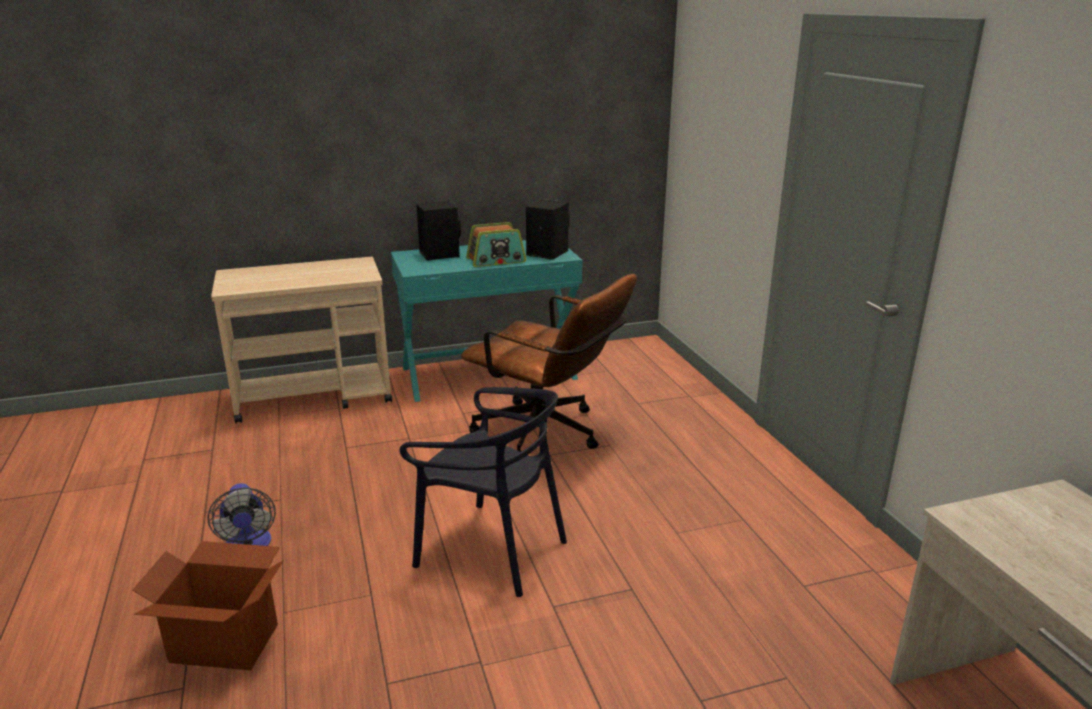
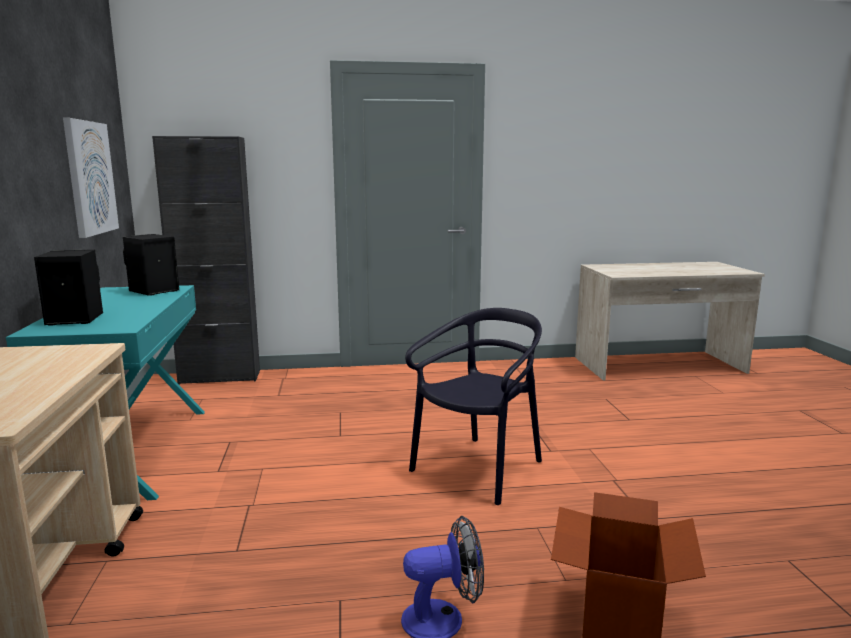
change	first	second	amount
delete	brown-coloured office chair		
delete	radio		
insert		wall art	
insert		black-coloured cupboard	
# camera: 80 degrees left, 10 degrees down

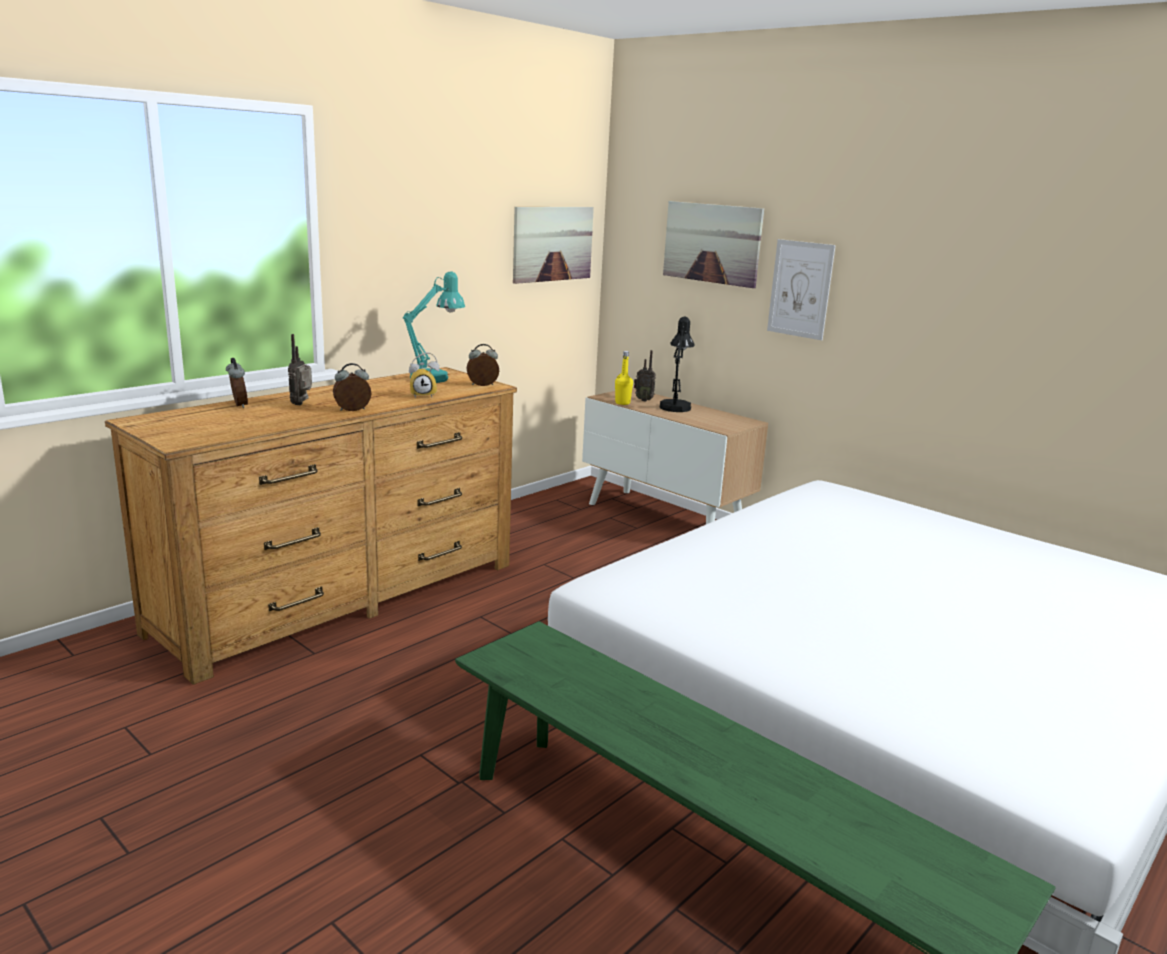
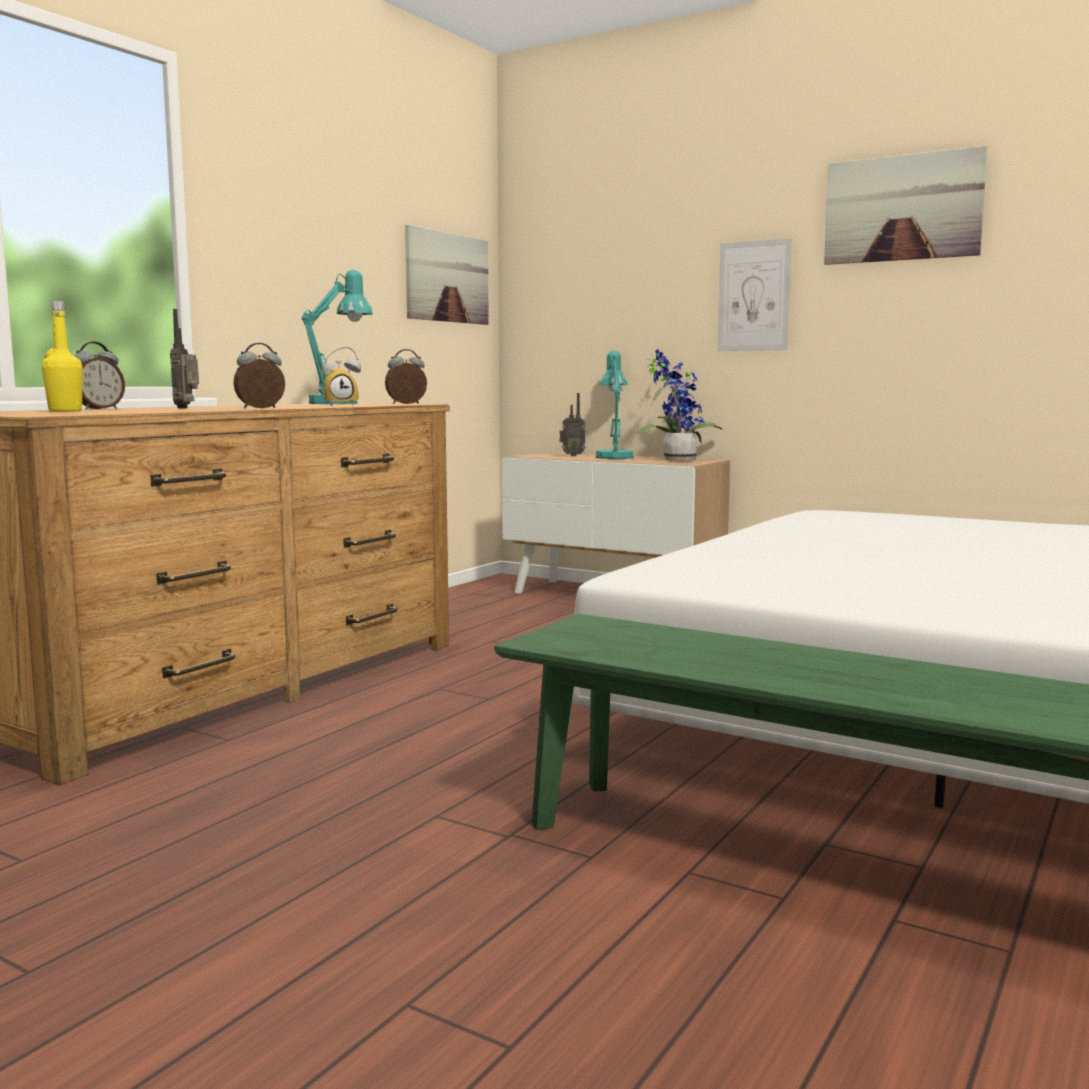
change	first	second	amount
insert		potted plant	
move	yellow-coloured drink bottle		
move	wall art (2nd from left in the first image)	wall art (3rd from left)	
recolor	black-coloured lamp for a table	turquoise-coloured lamp for a table (2nd from left)	
rotate	table clock (1st from left)		75 degrees clockwise
# camera: 10 degrees left, 10 degrees down

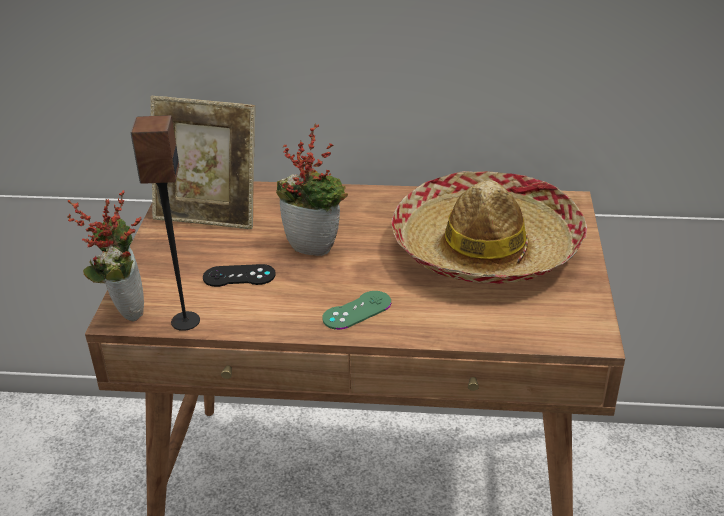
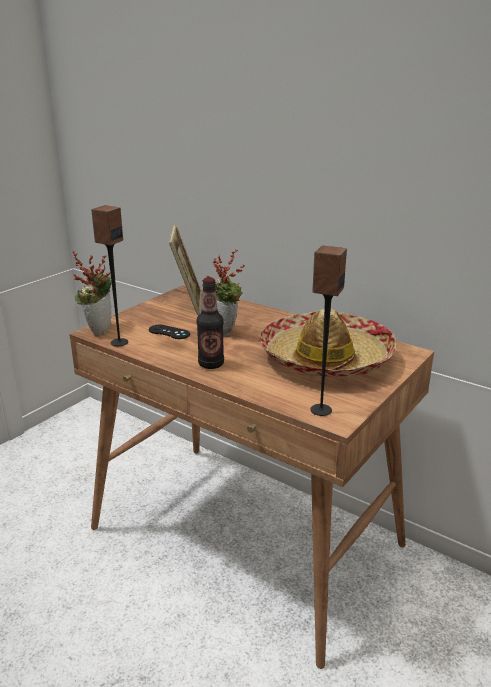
change	first	second	amount
insert		audio speaker (2nd from left)	
replace	green game controller	drink bottle	
rotate	picture frame		135 degrees counterclockwise
# camera: 30 degrees right, 10 degrees down

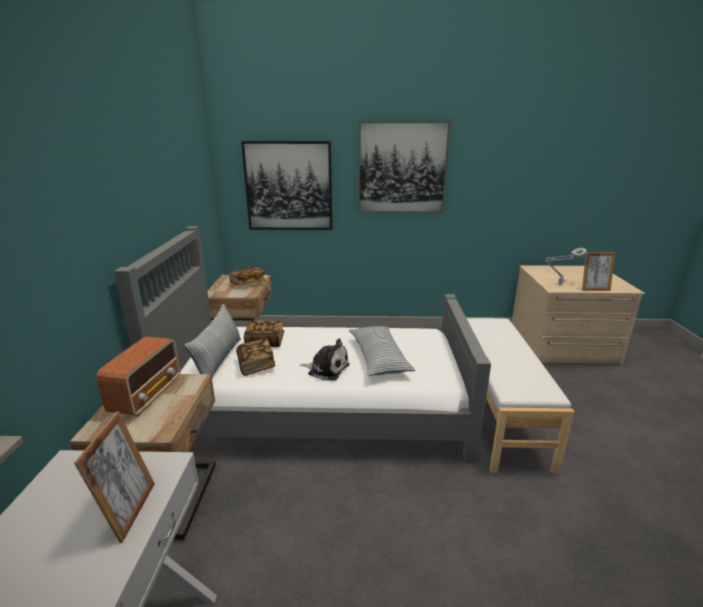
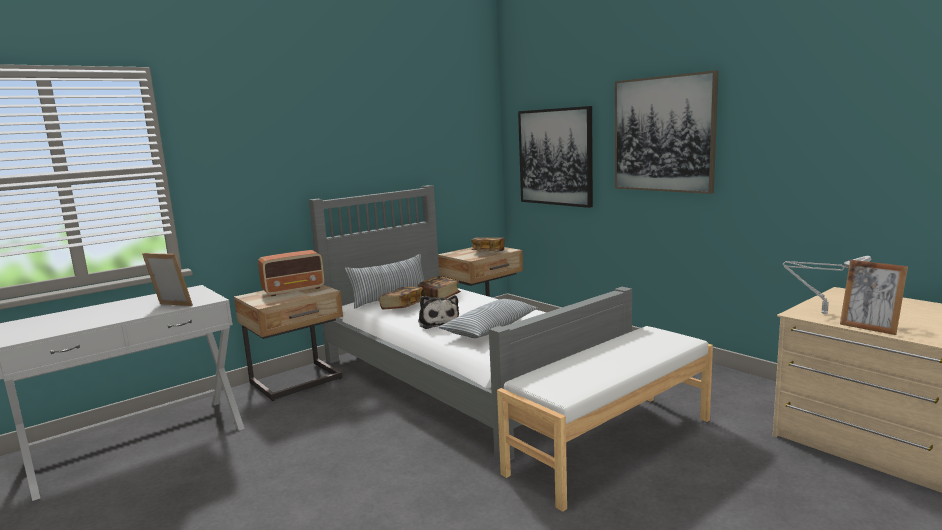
change	first	second	amount
rotate	picture frame (1st from left)		120 degrees counterclockwise
# camera: 50 degrees right, 10 degrees down

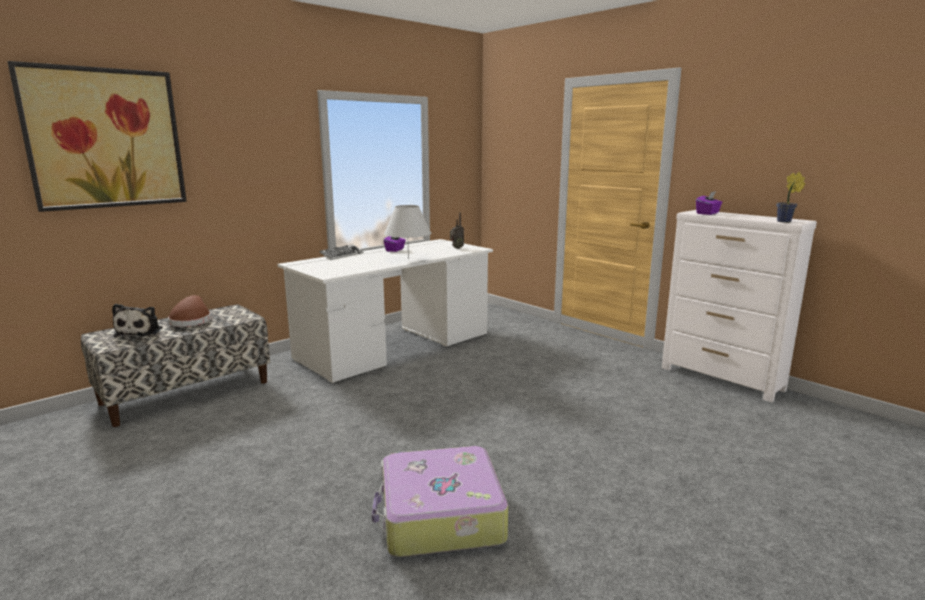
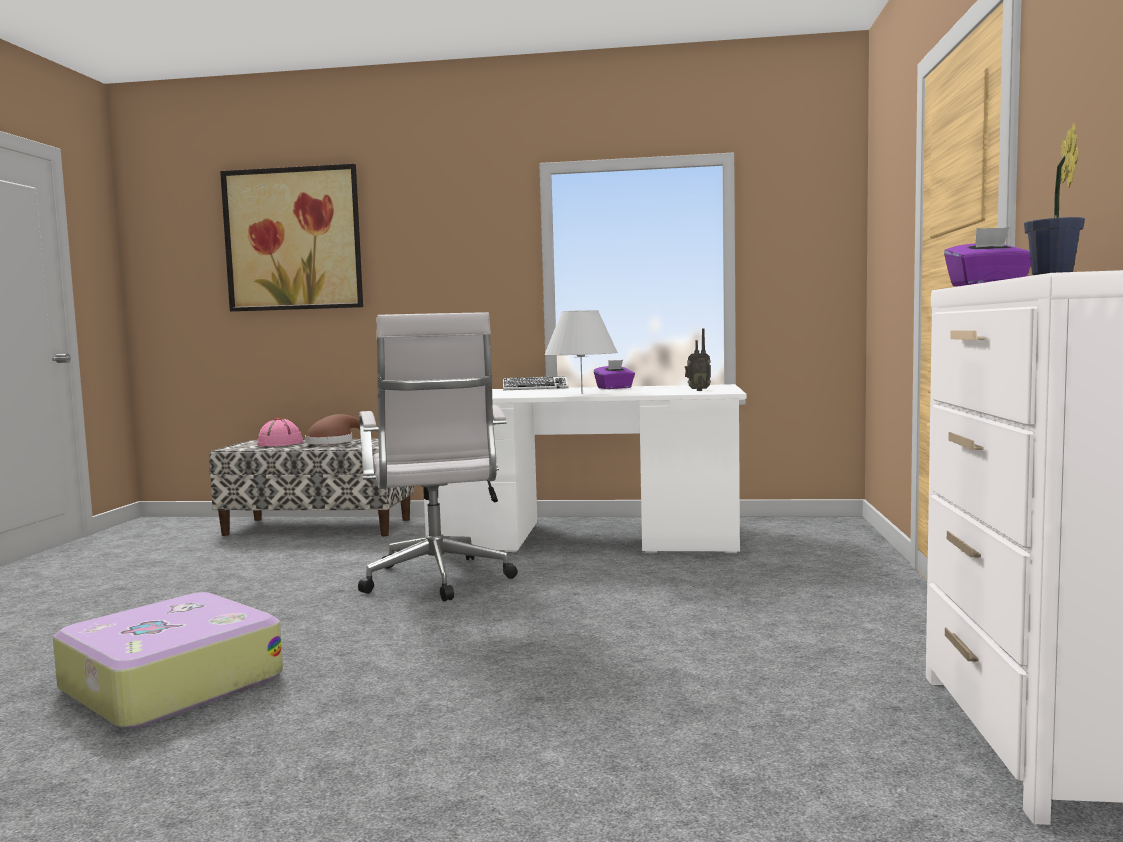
change	first	second	amount
insert		whitish office chair	
replace	soft toy	pinkish clothing hat	
# camera: 50 degrees right, 10 degrees down

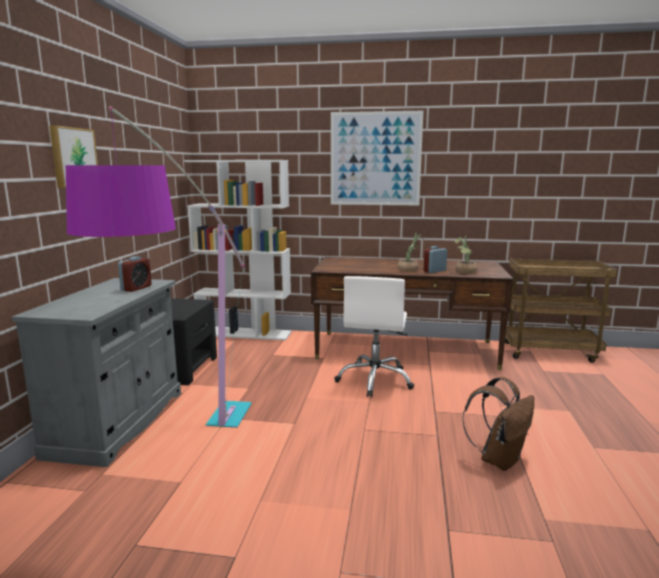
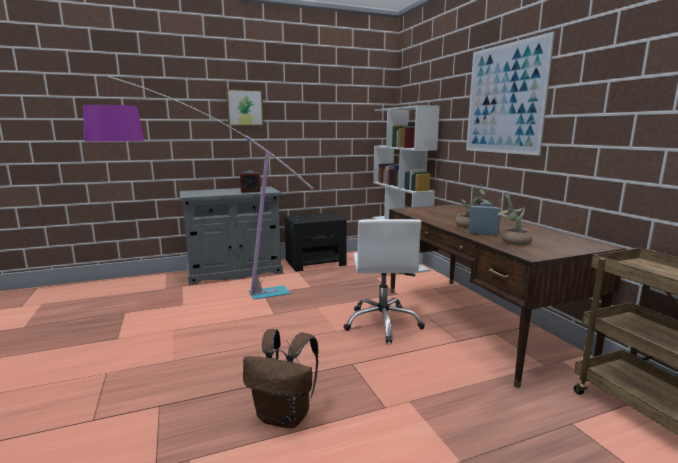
change	first	second	amount
rotate	whitish office chair		75 degrees counterclockwise
# camera: 60 degrees right, 0 degrees up

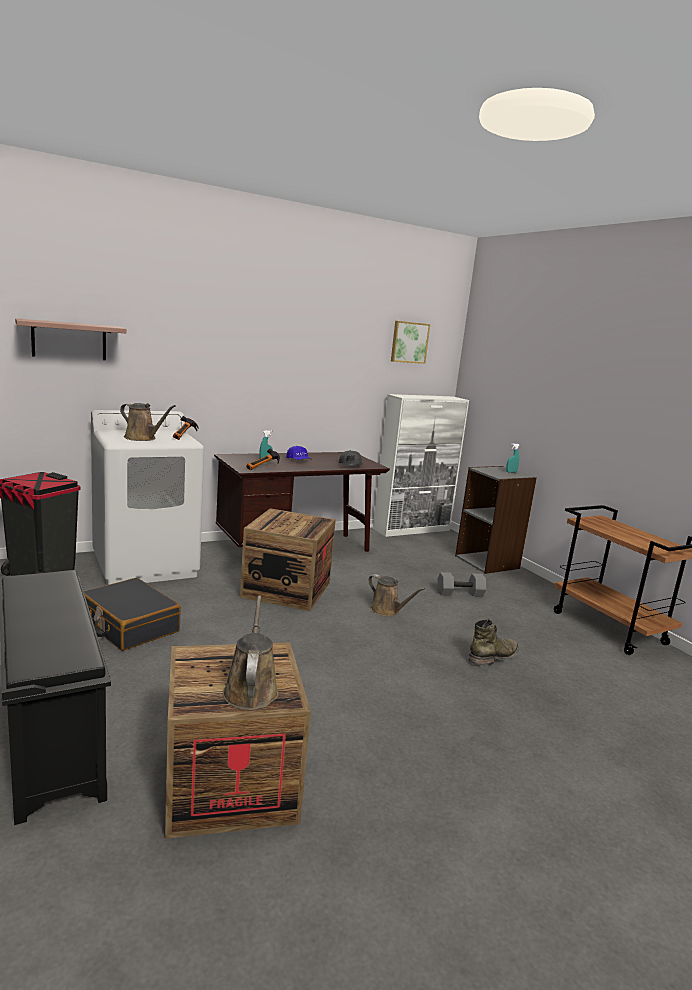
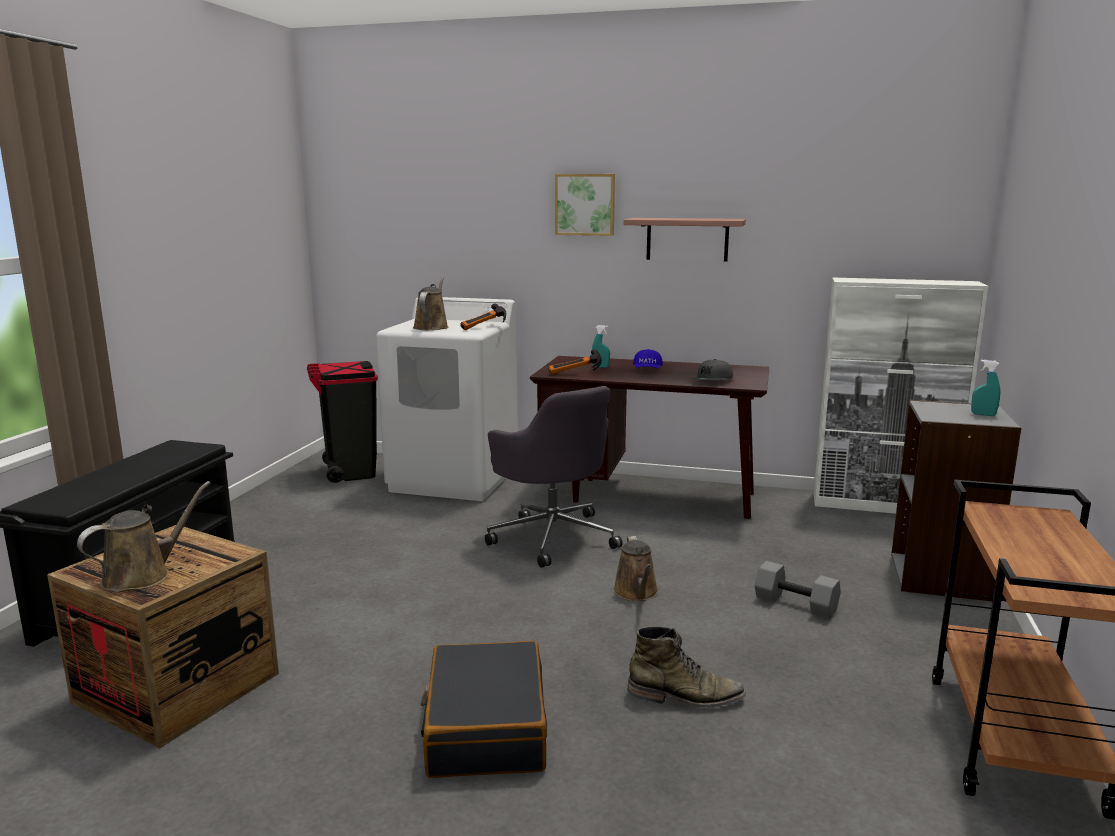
change	first	second	amount
move	shelf		
move	black-coloured travel case		
move	wall art		
replace	packing crate (2nd from left)	gray office chair	
rotate	brown-coloured watering pot (1st from left in the first image)	brown-coloured watering pot (2nd from left)	150 degrees counterclockwise
# camera: 45 degrees right, 0 degrees up

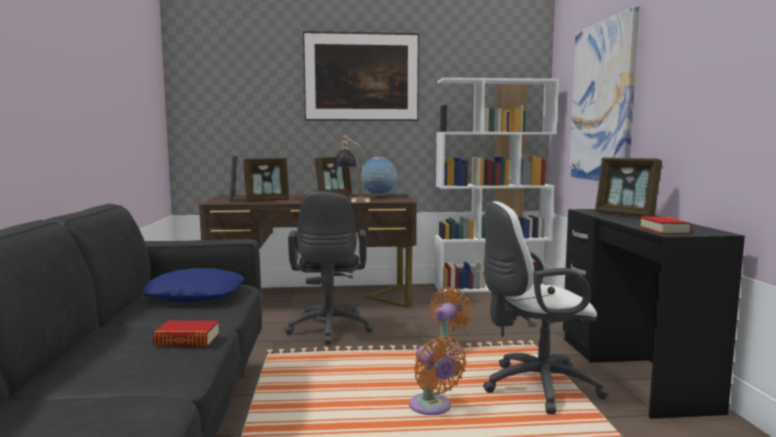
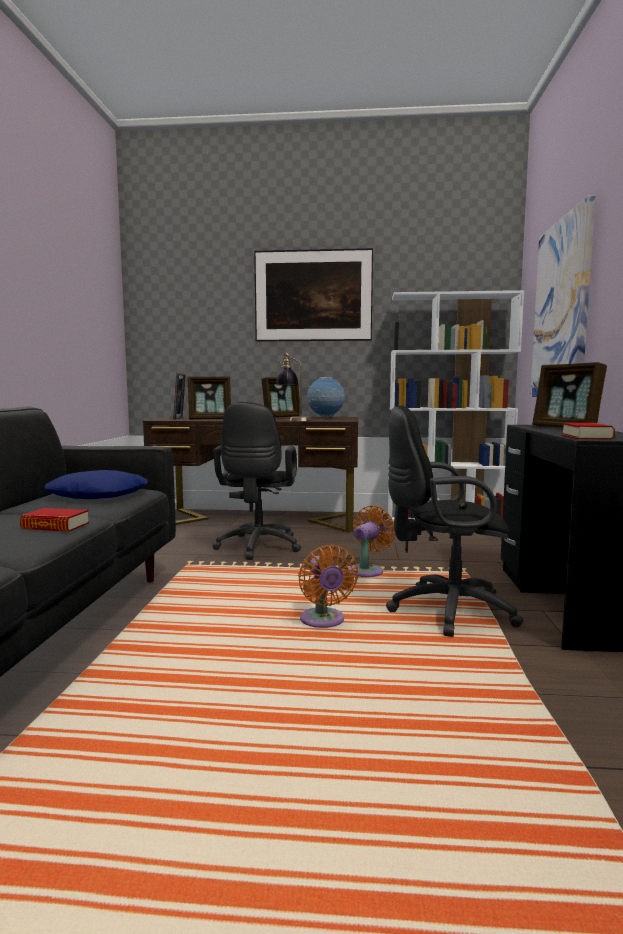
change	first	second	amount
recolor	whitish office chair	black-coloured office chair (2nd from left)	
# camera: 10 degrees right, 0 degrees up

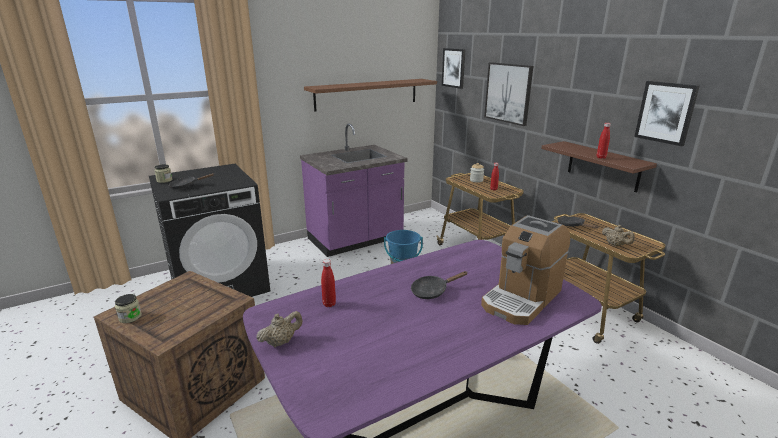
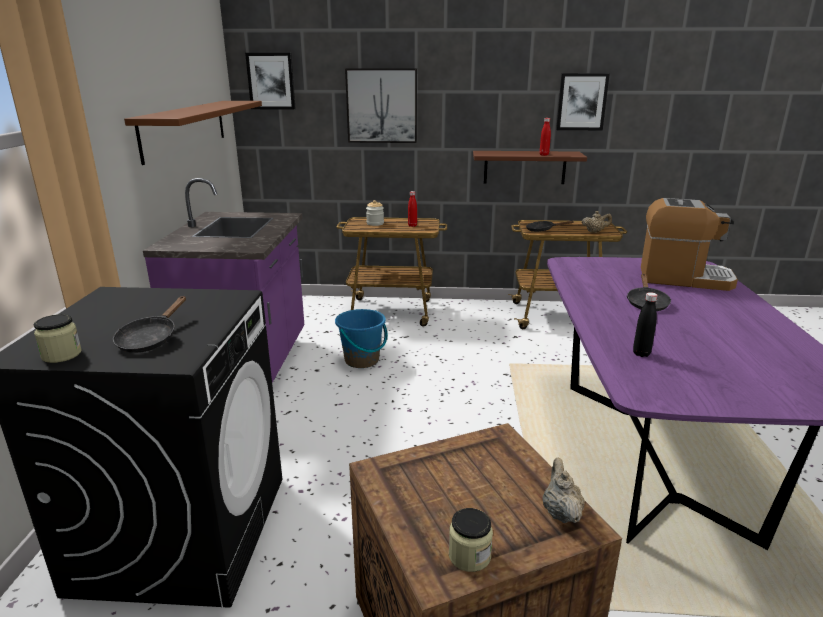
change	first	second	amount
move	sand-coloured tea pot (1st from left)		
recolor	red-coloured drink bottle (1st from left)	black-coloured drink bottle	
rotate	coffee machine		60 degrees counterclockwise
# camera: 55 degrees left, 0 degrees up

